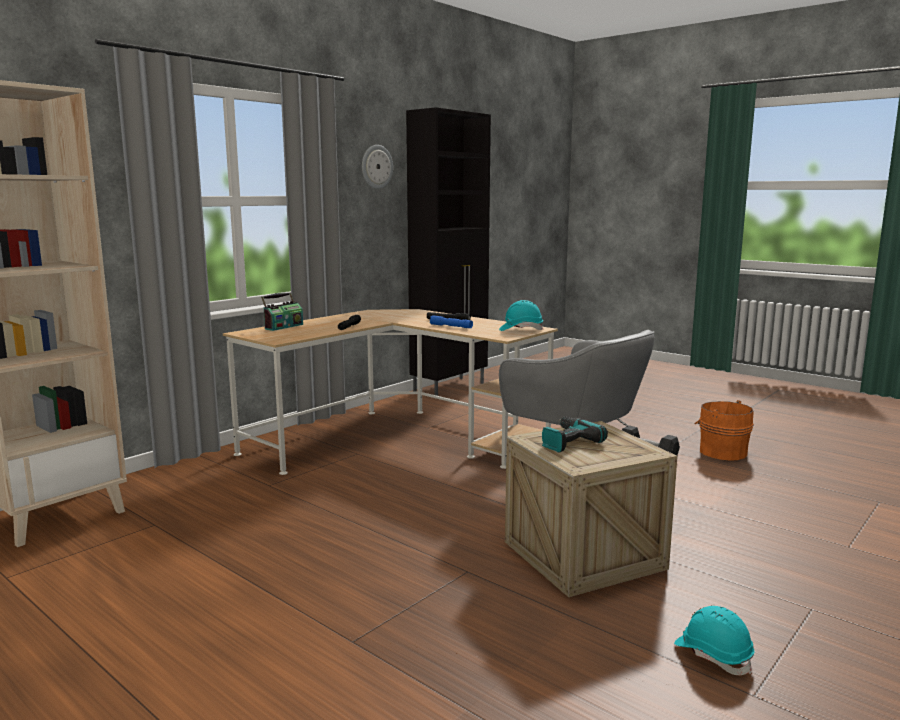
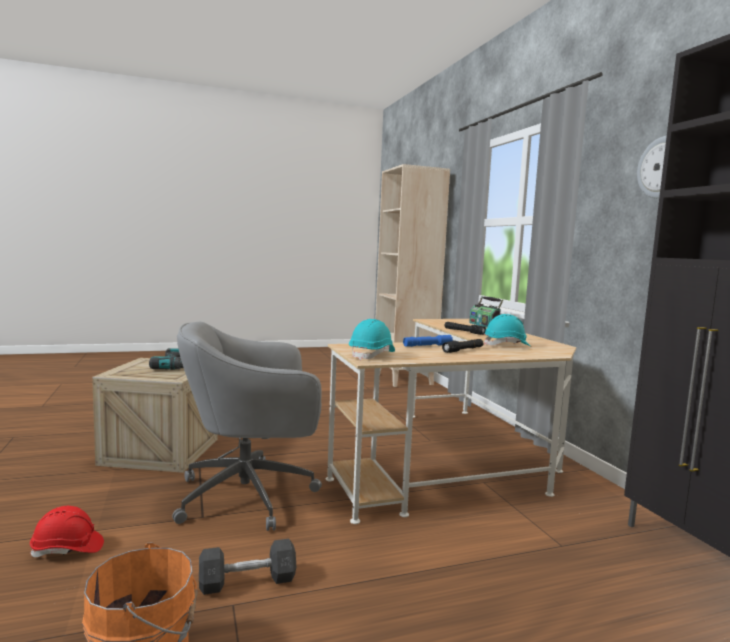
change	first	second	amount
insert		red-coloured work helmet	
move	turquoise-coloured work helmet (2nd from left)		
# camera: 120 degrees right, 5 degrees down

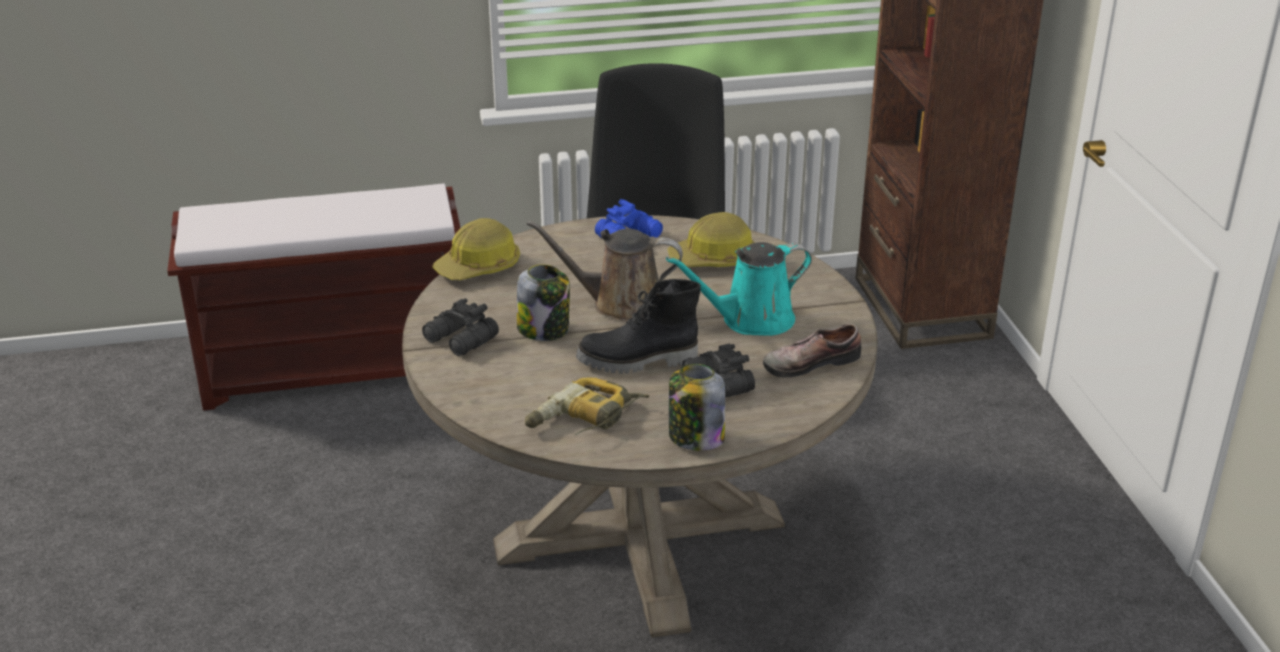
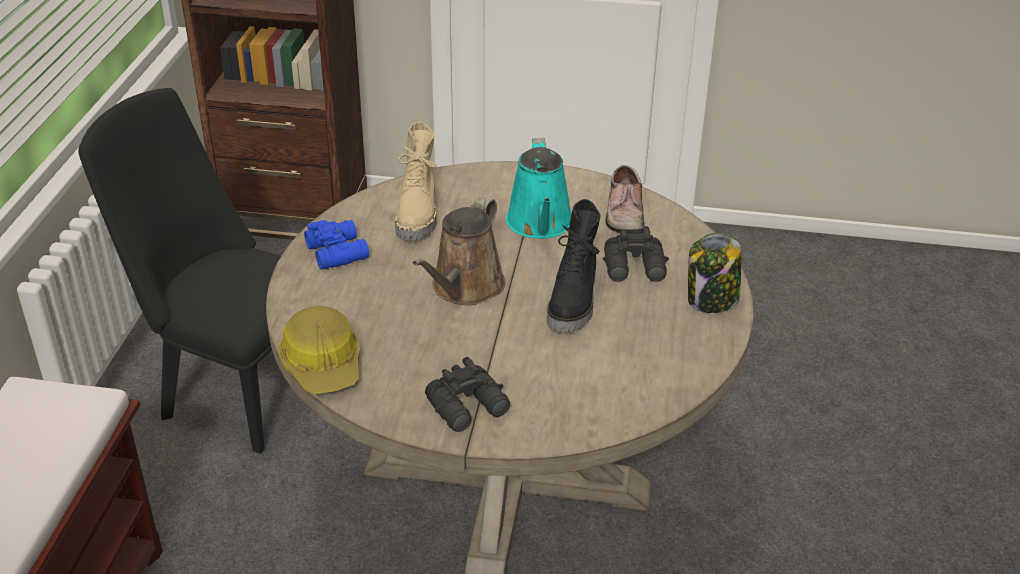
change	first	second	amount
delete	storage jar (1st from left)		
delete	electric drill		
replace	work helmet (2nd from left)	sand-coloured high-top boot	
# camera: 70 degrees left, 5 degrees up

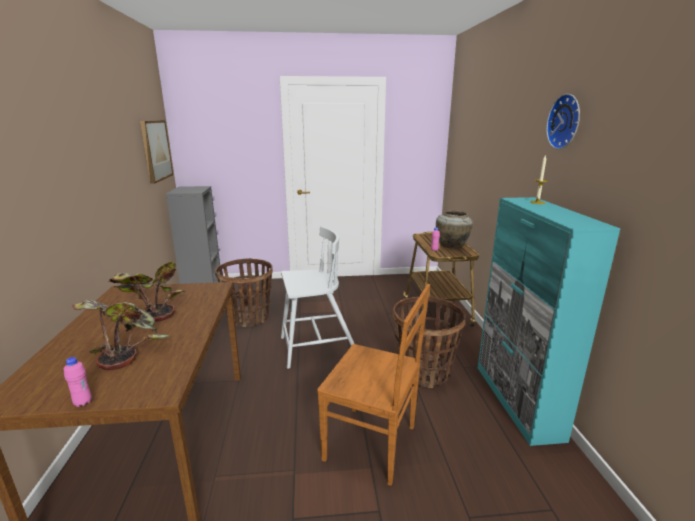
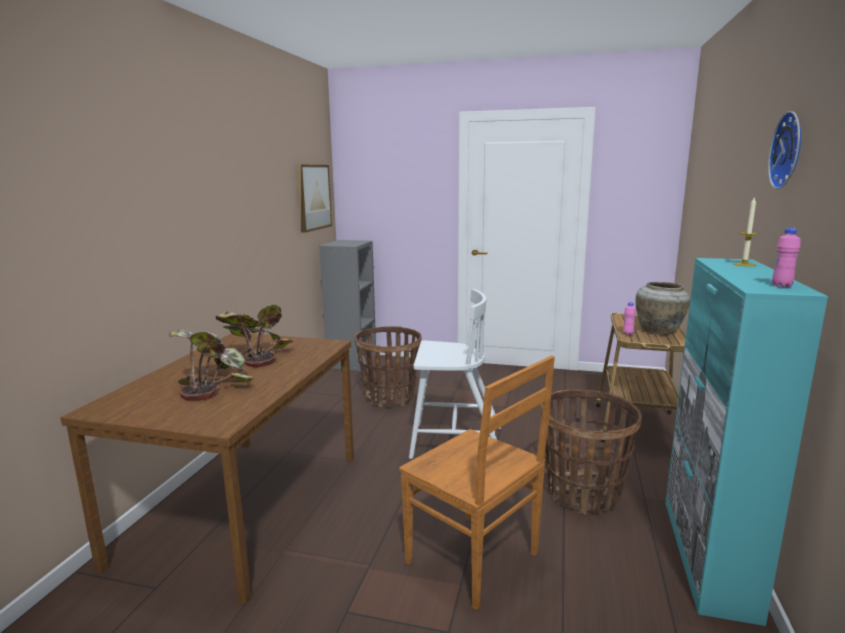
change	first	second	amount
move	pinkish drink bottle (1st from left in the first image)	pinkish drink bottle (2nd from left)	
# camera: 20 degrees right, 5 degrees down

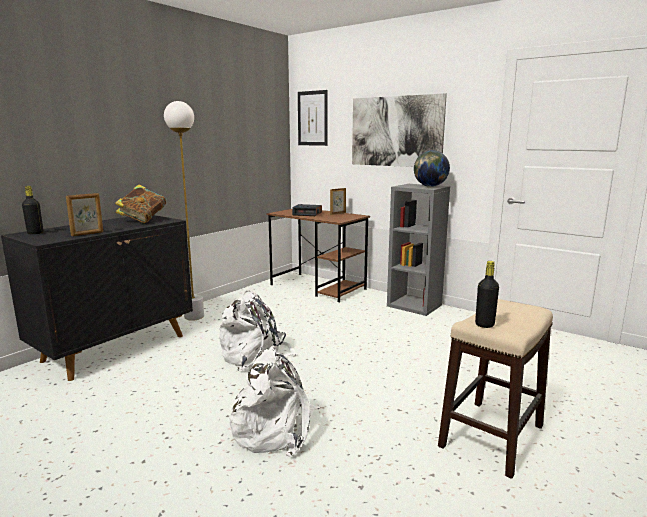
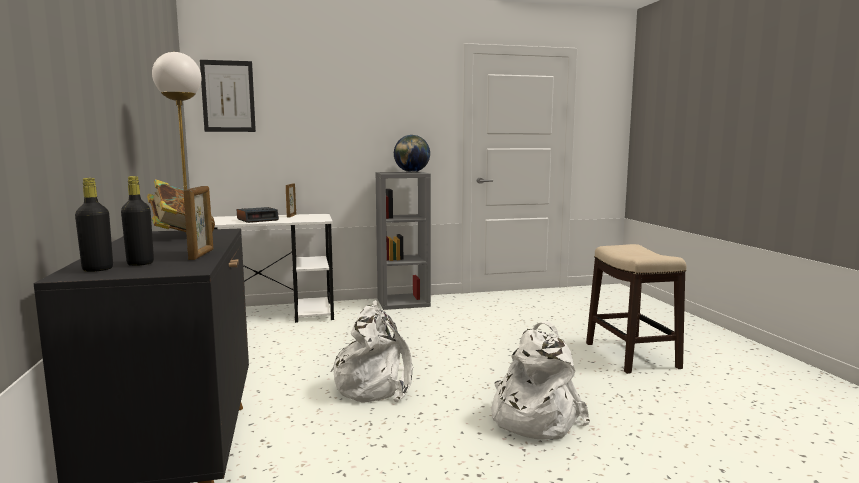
change	first	second	amount
delete	wall art (2nd from left)		
move	black-coloured drink bottle (2nd from left)		
recolor	brown-coloured desk unit	whitish desk unit	
# camera: 50 degrees left, 5 degrees down

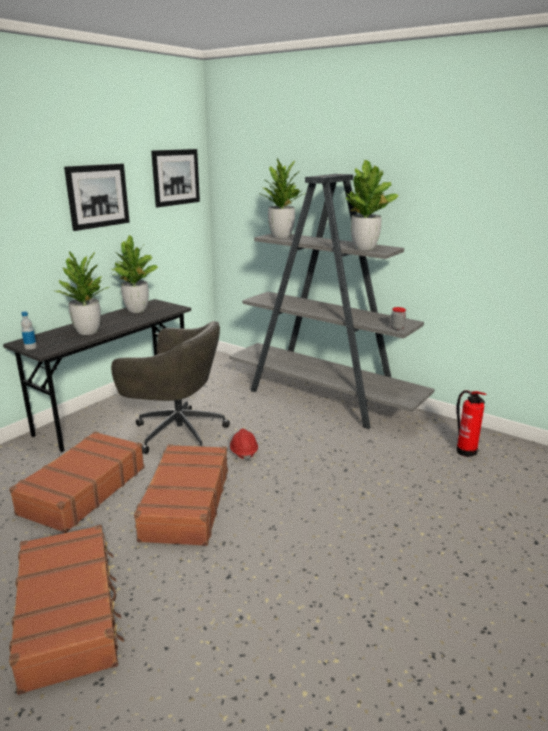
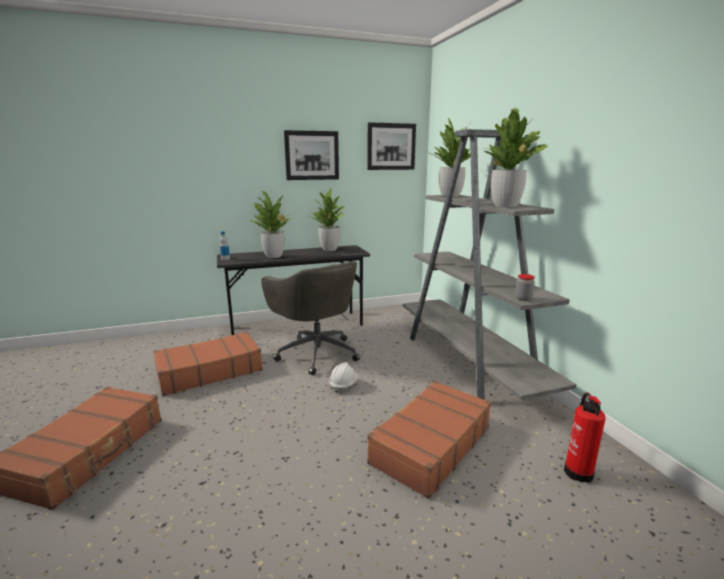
change	first	second	amount
move	brown-coloured travel case (3rd from left)		
recolor	red-coloured work helmet	whitish work helmet	
# camera: 35 degrees right, 5 degrees down

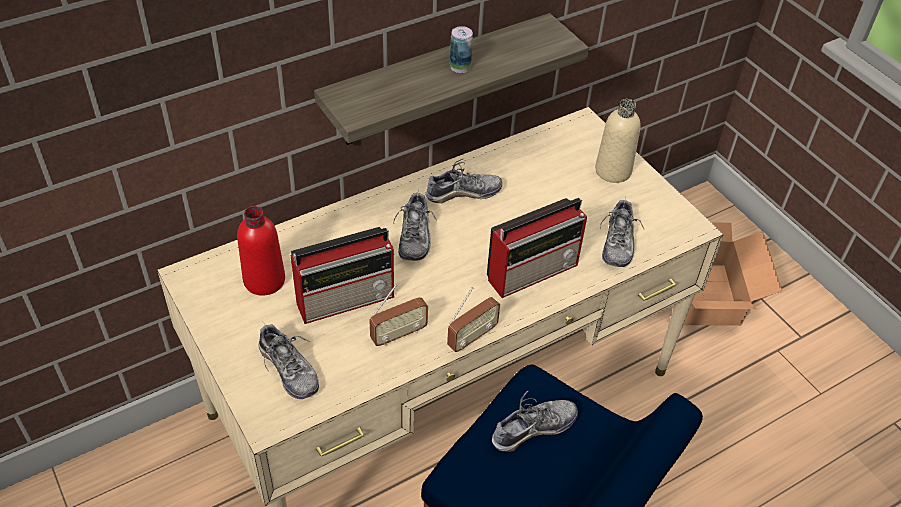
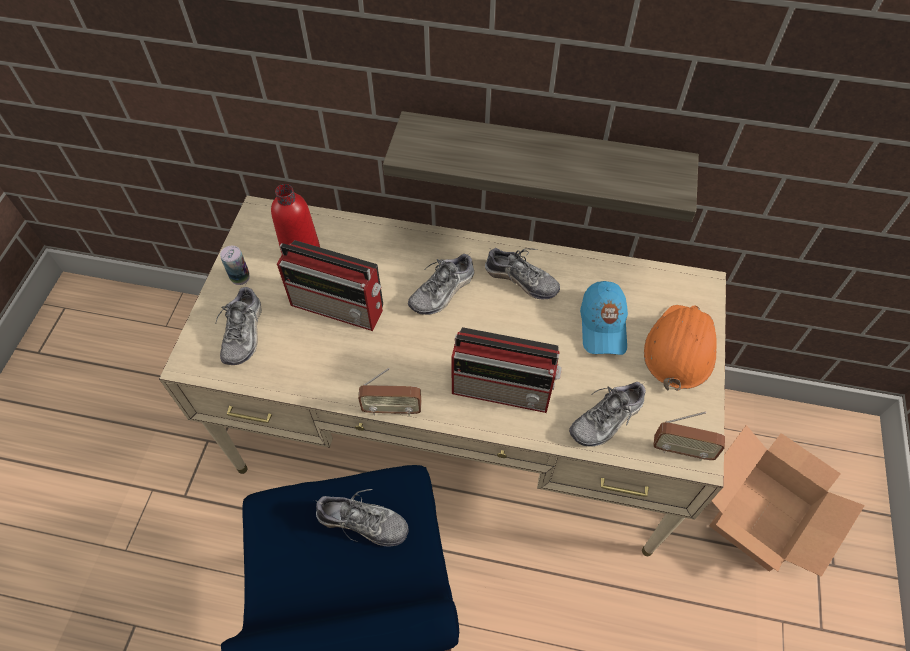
change	first	second	amount
insert		blue-coloured baseball cap	
move	radio (2nd from left in the first image)	radio (4th from left)	
move	metal can		
replace	sand-coloured drink bottle	orangey work helmet	
# camera: 45 degrees right, 10 degrees up

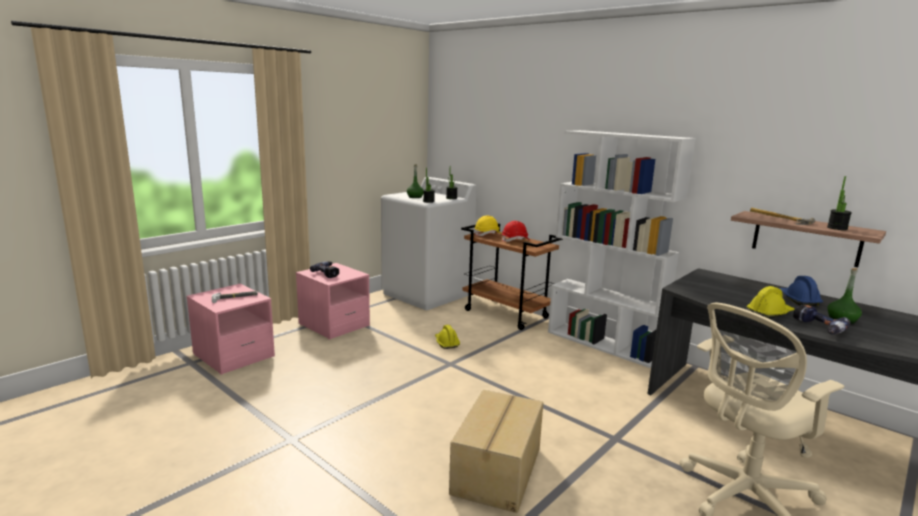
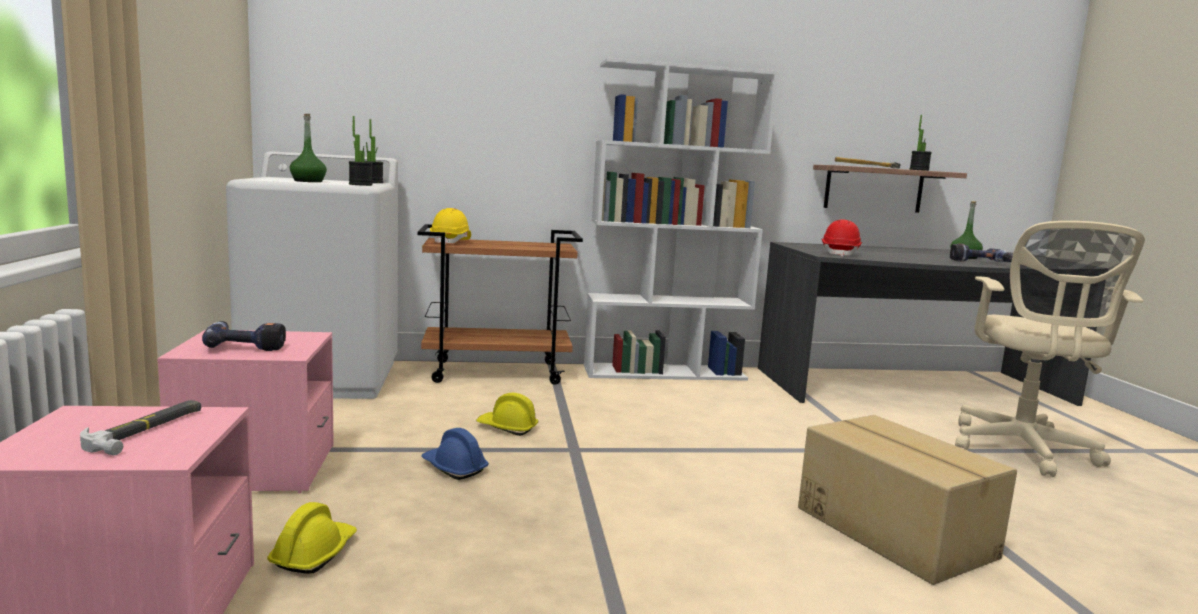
change	first	second	amount
move	red-coloured work helmet		
move	yellow-coloured work helmet (3rd from left in the first image)	yellow-coloured work helmet (1st from left)	
move	blue-coloured work helmet		
# camera: 50 degrees left, 5 degrees down

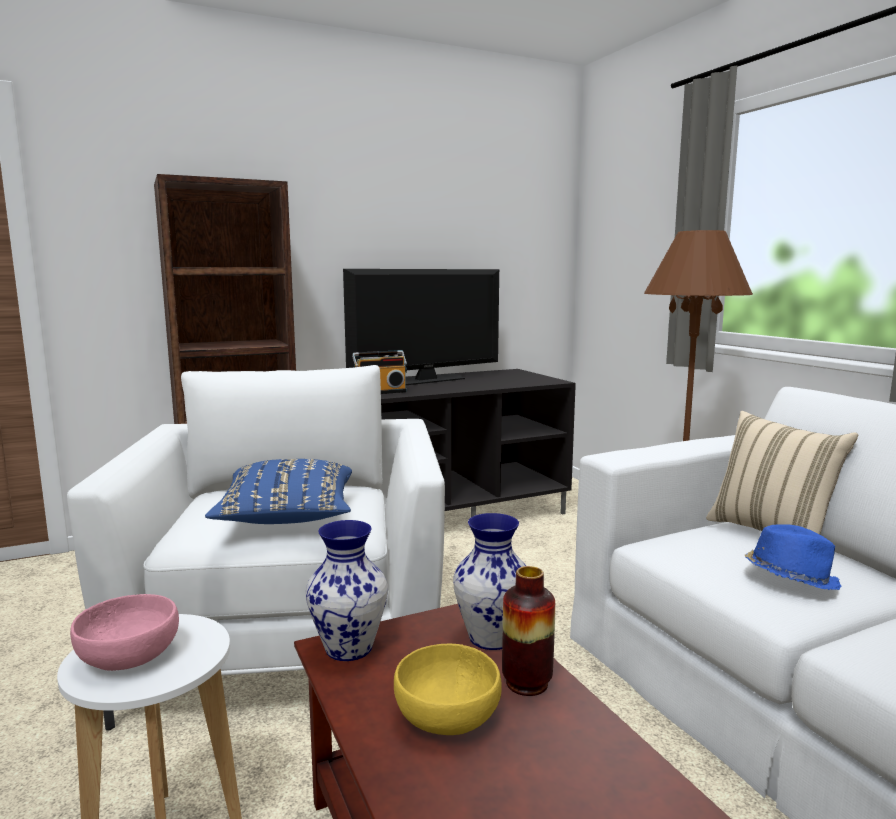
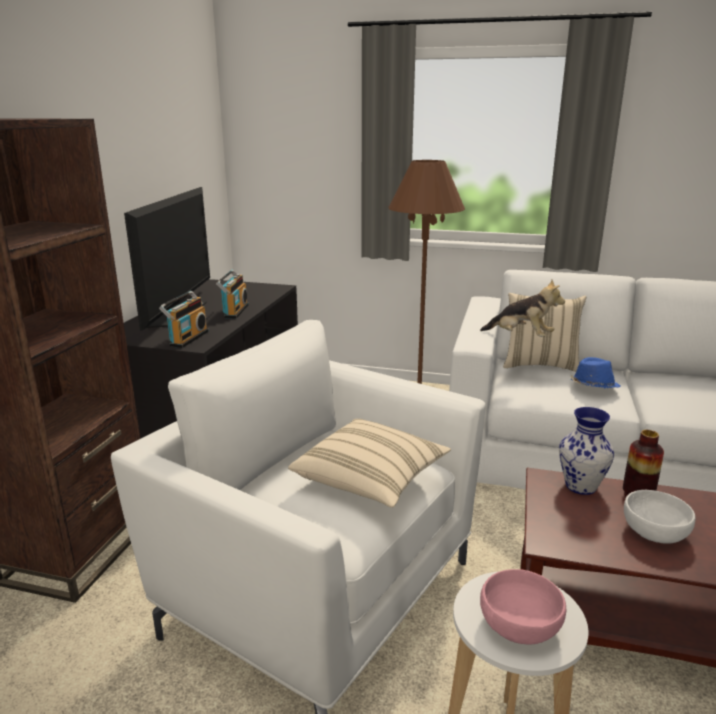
change	first	second	amount
delete	decorative vase (1st from left)		
insert		radio (2nd from left)	
insert		soft toy	
recolor	blue-coloured cushion	sand-coloured cushion (1st from left)	
recolor	yellow-coloured deep dish	whitish deep dish	
# camera: 50 degrees left, 10 degrees up

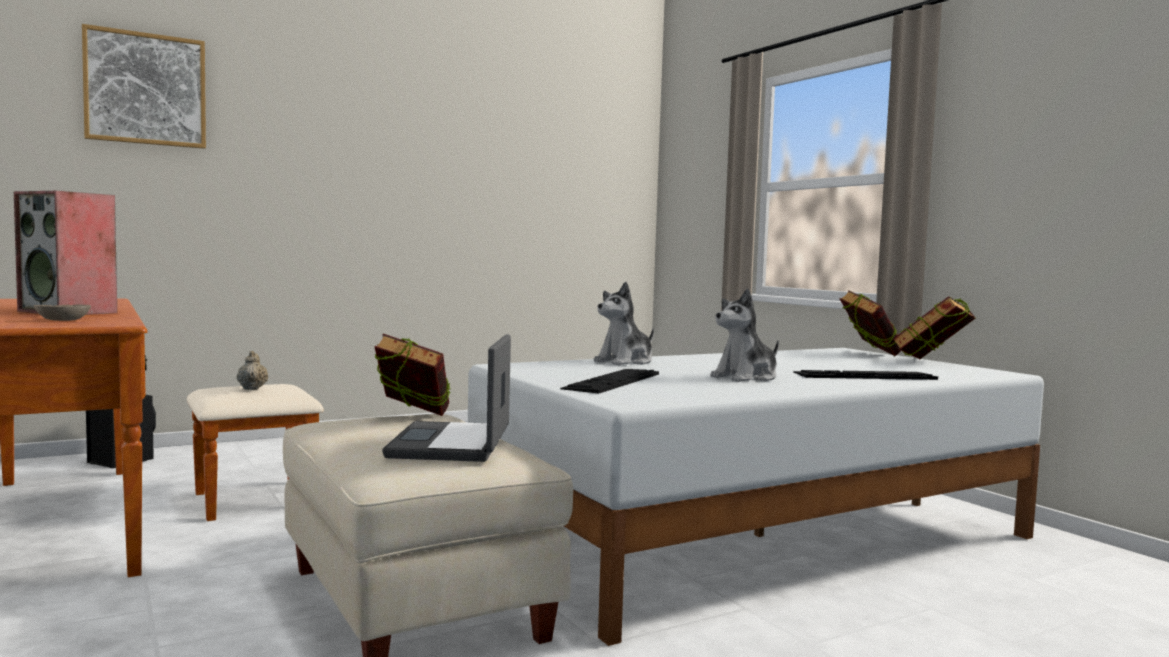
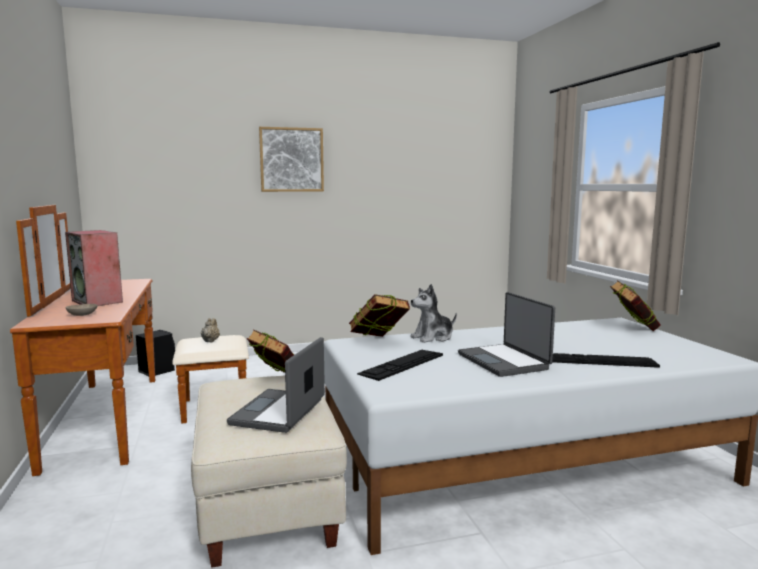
change	first	second	amount
move	wall art		
move	volume (3rd from left in the first image)	volume (2nd from left)	
replace	soft toy (2nd from left)	notebook computer (2nd from left)	
# camera: 15 degrees right, 5 degrees up

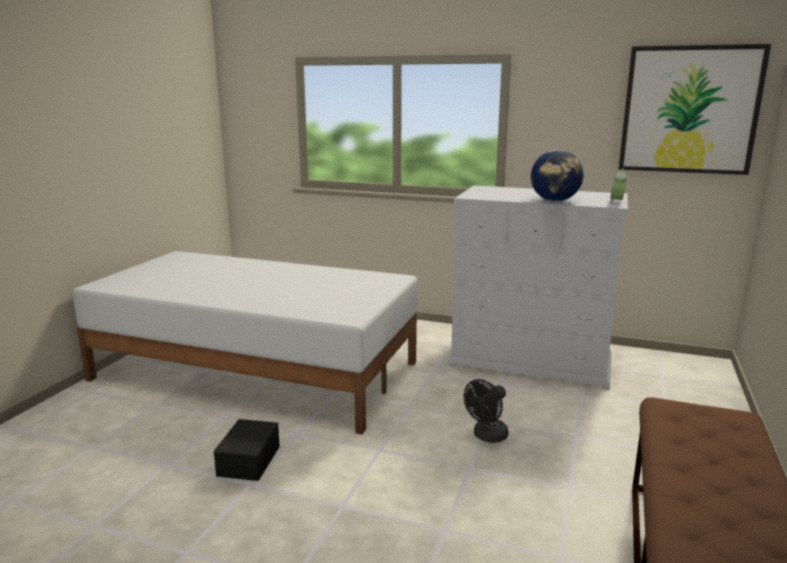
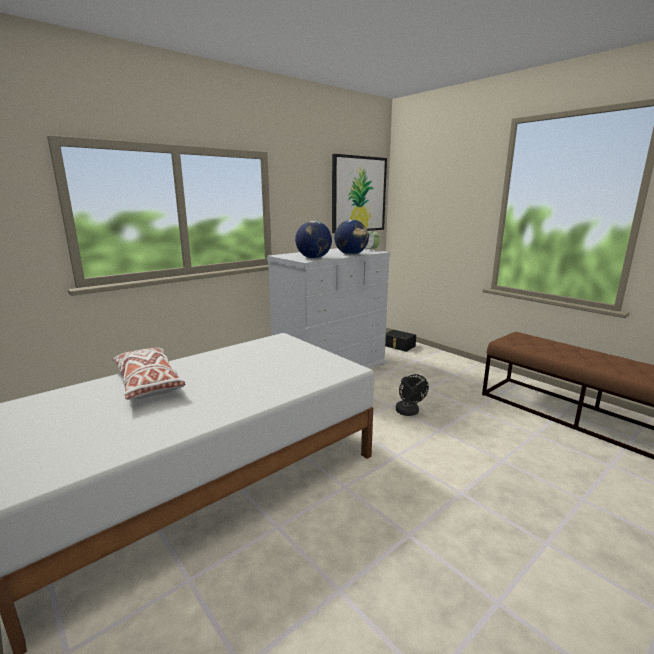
change	first	second	amount
insert		whitish cushion	
insert		globe (1st from left)	
move	black-coloured storage container		
# camera: 60 degrees left, 0 degrees up

